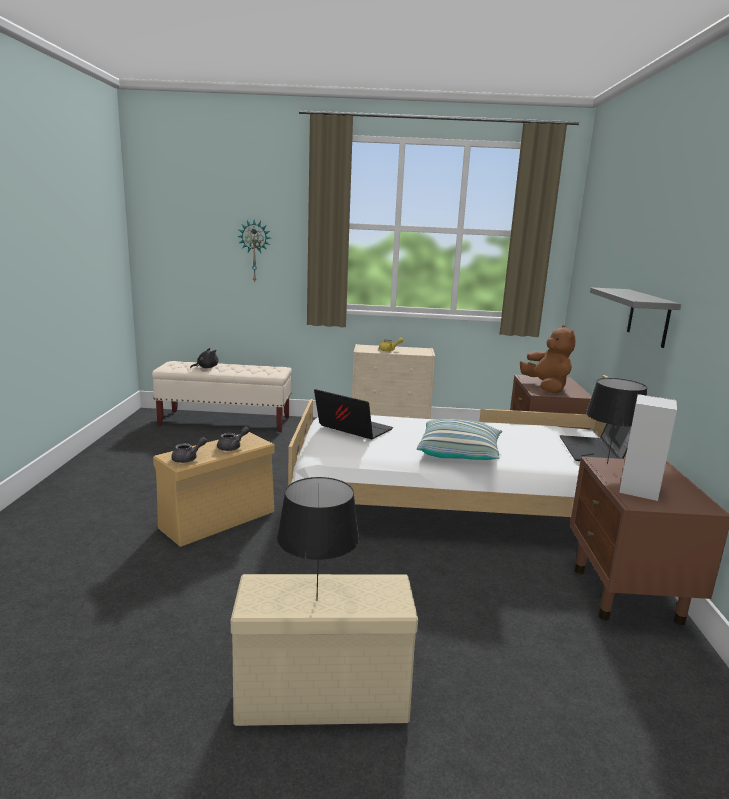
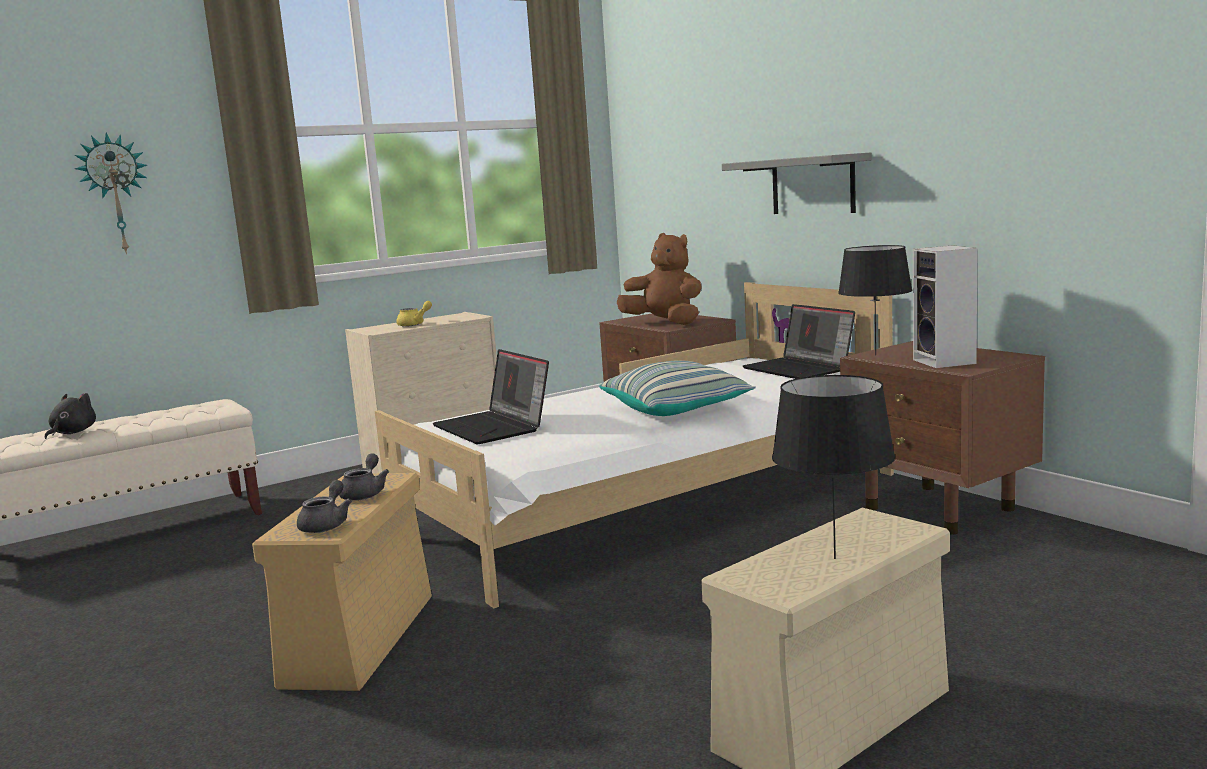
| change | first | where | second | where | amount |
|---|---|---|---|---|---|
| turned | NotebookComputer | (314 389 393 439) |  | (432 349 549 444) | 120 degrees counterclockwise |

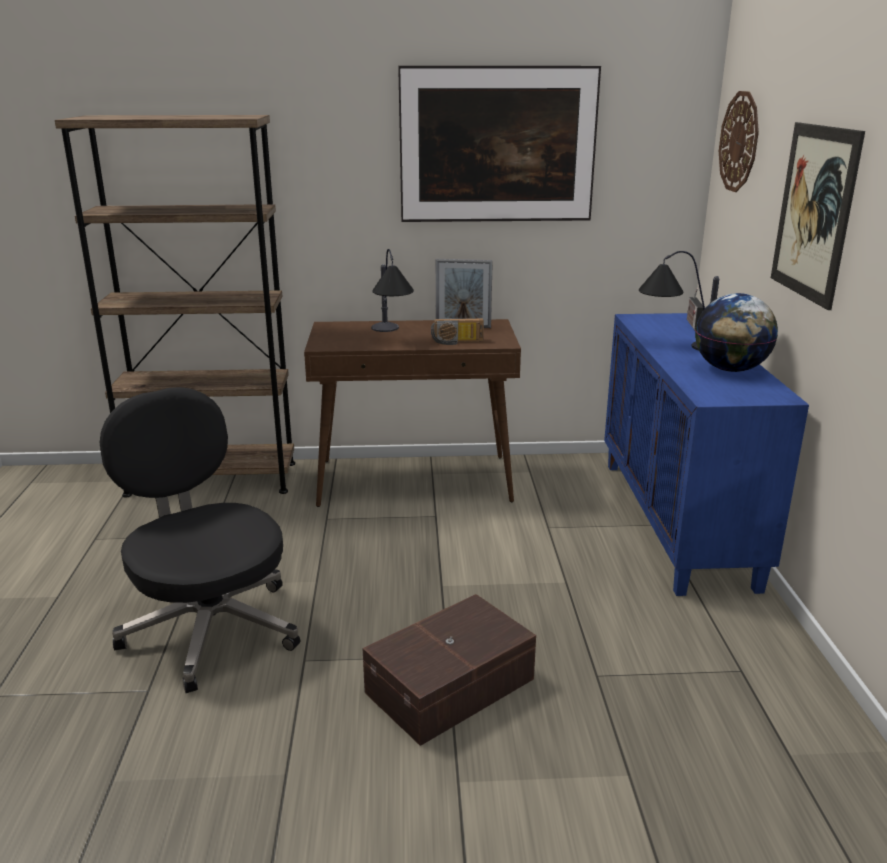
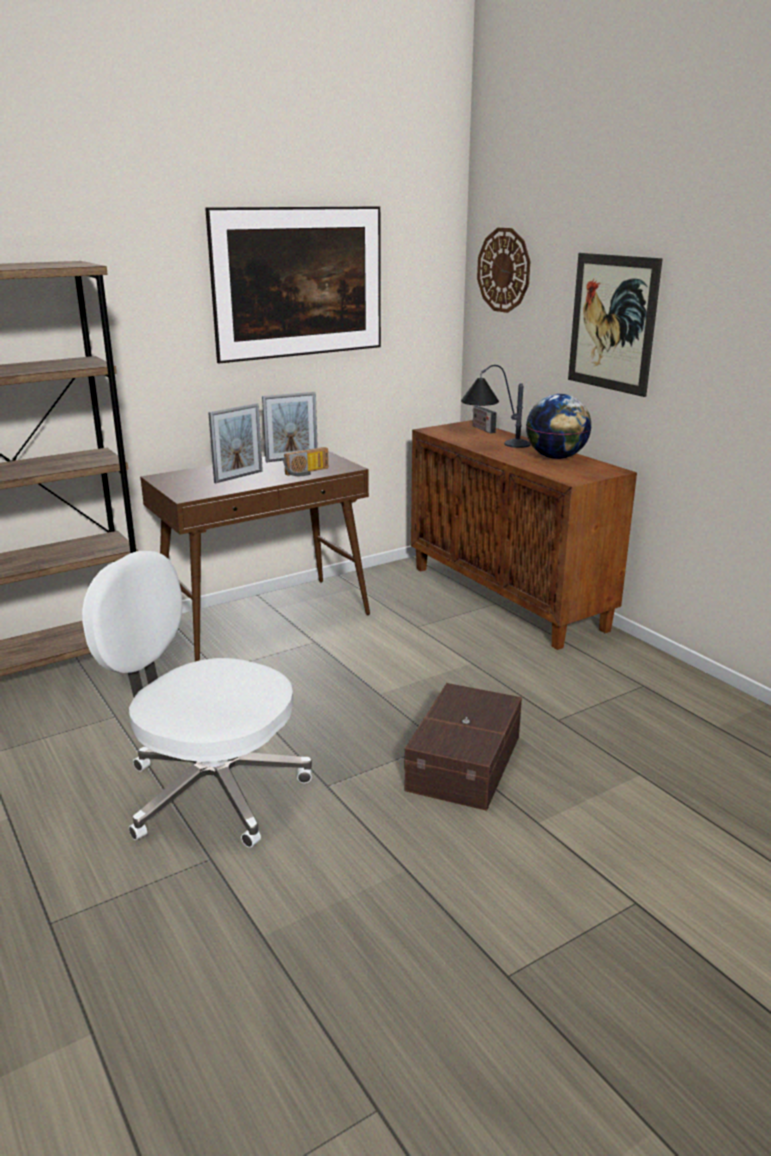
| change | first | where | second | where | amount |
|---|---|---|---|---|---|
| replaced | LampForATable | (371 249 414 332) | PhotoFrame | (208 403 263 483) |  |
| recoloured | BluishStorageCabinet | (604 313 809 596) | BrownStorageCabinet | (411 420 637 650) |  |
| recoloured | BlackComputerChair | (100 387 300 693) | WhiteComputerChair | (82 551 312 848) |  |

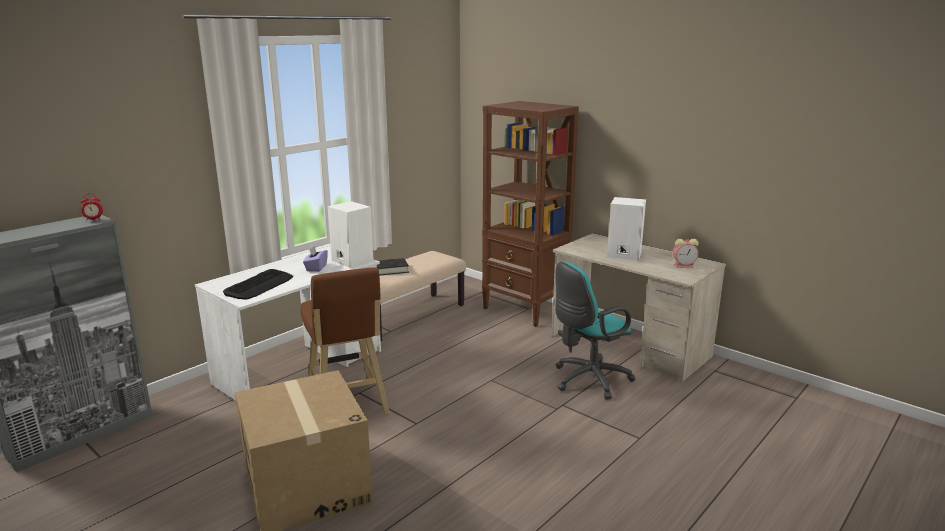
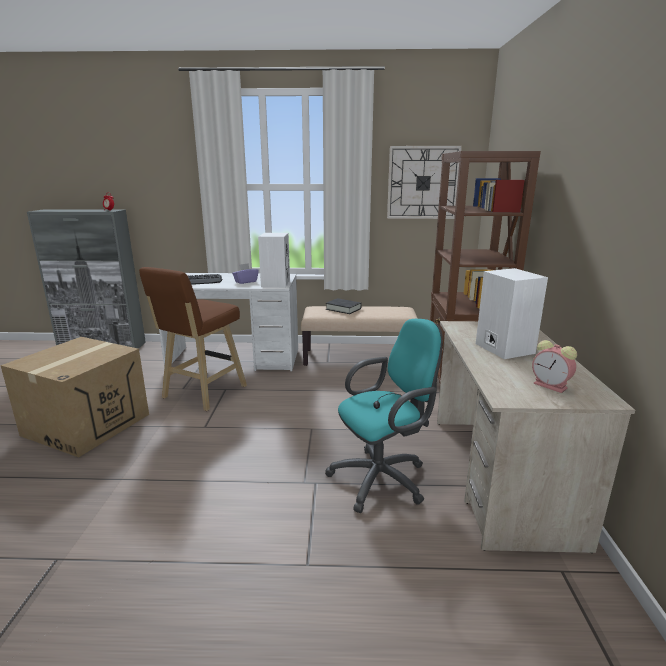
| change | first | where | second | where | amount |
|---|---|---|---|---|---|
| turned | TurquoiseComputerChair | (555 261 636 400) |  | (325 319 443 513) | 135 degrees clockwise |
| added |  |  | WallClock | (387 146 462 219) |  |

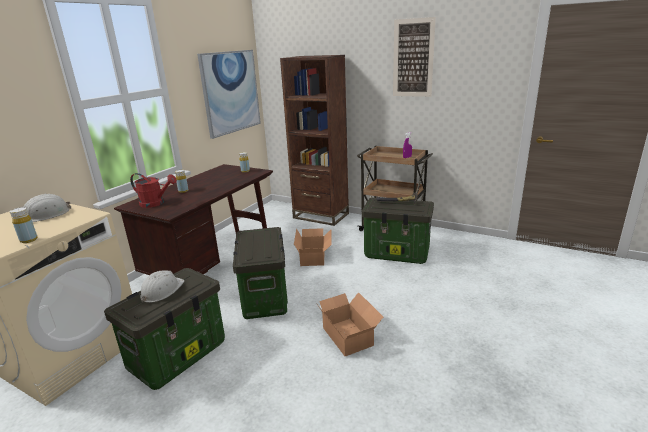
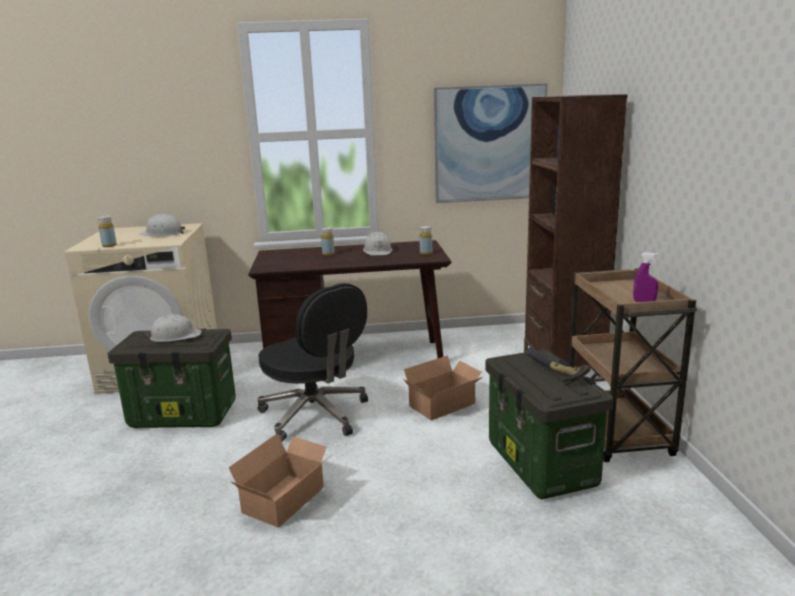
| change | first | where | second | where | amount |
|---|---|---|---|---|---|
| removed | WallArt | (393 17 436 97) |  |  |  |
| removed | RedColouredWateringPot | (130 173 177 208) |  |  |  |
| replaced | StorageBin | (233 227 288 319) | BlackComputerChair | (258 283 368 442) |  |
| added |  |  | WhiteWorkHelmet | (363 232 393 256) |  |

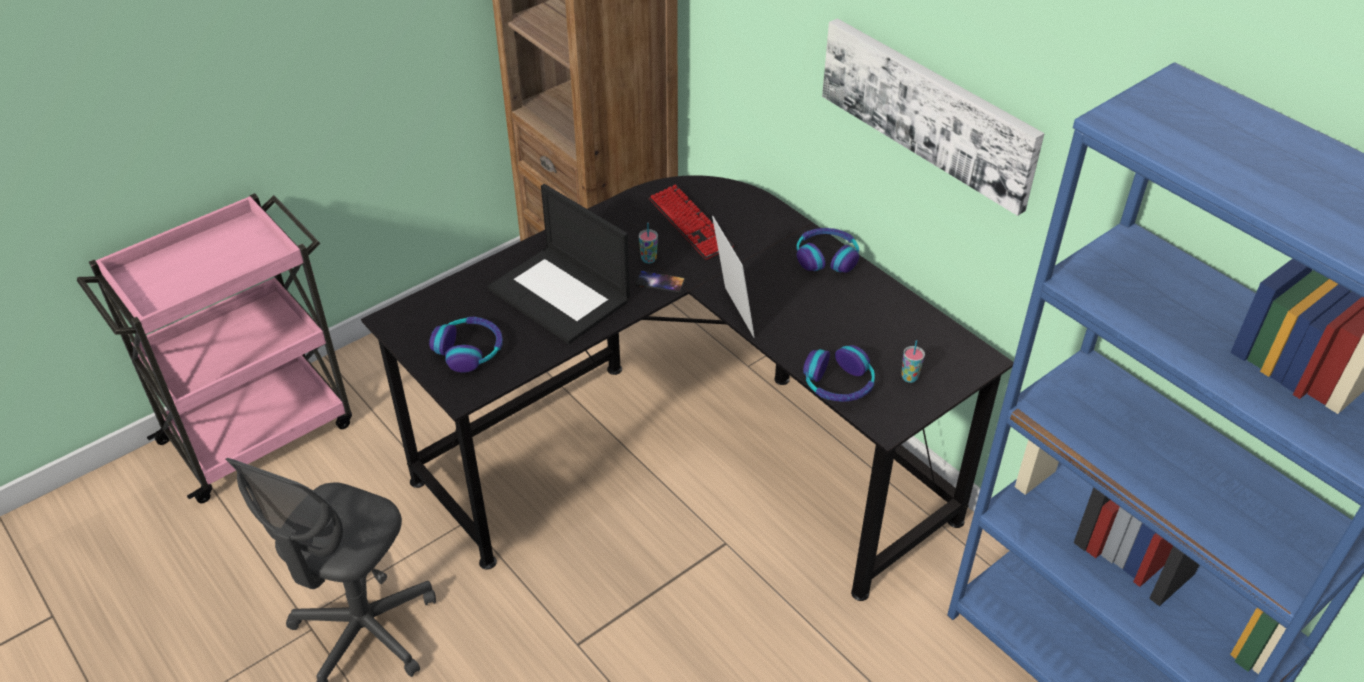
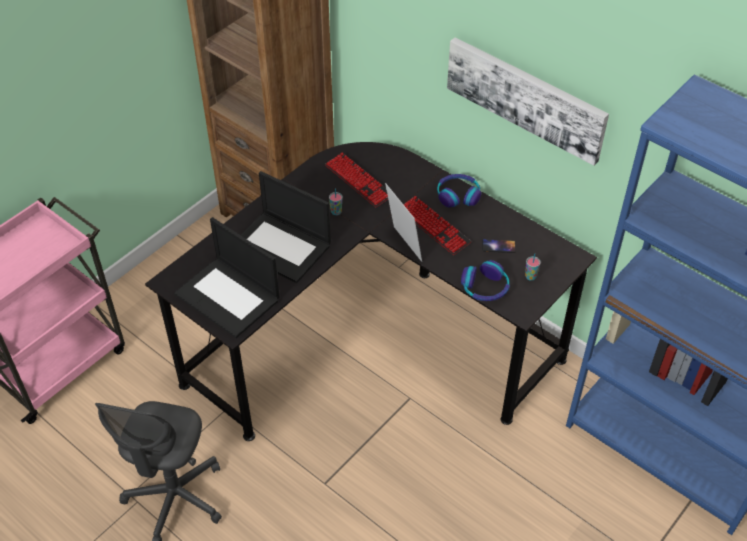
| change | first | where | second | where | amount |
|---|---|---|---|---|---|
| moved | Phone | (635 271 685 293) |  | (482 239 516 253) |  |
| replaced | PairOfHeadphones | (429 317 503 373) | NotebookComputer | (174 217 279 338) |  |
| added |  |  | PcKeyboard | (403 196 471 255) |  |

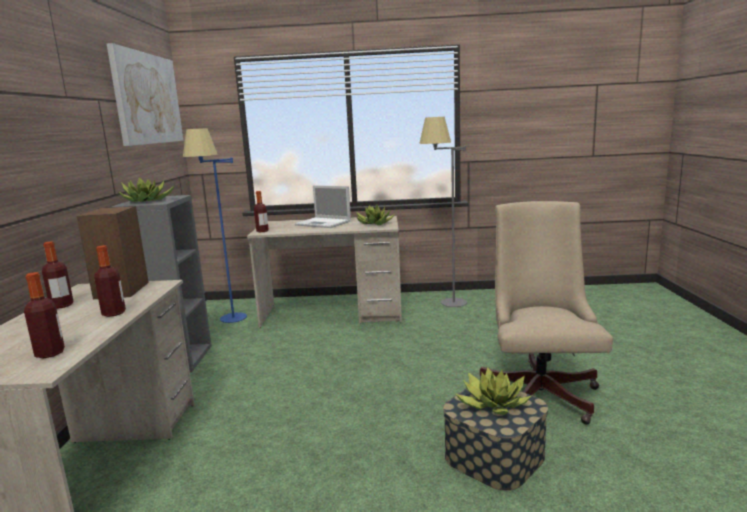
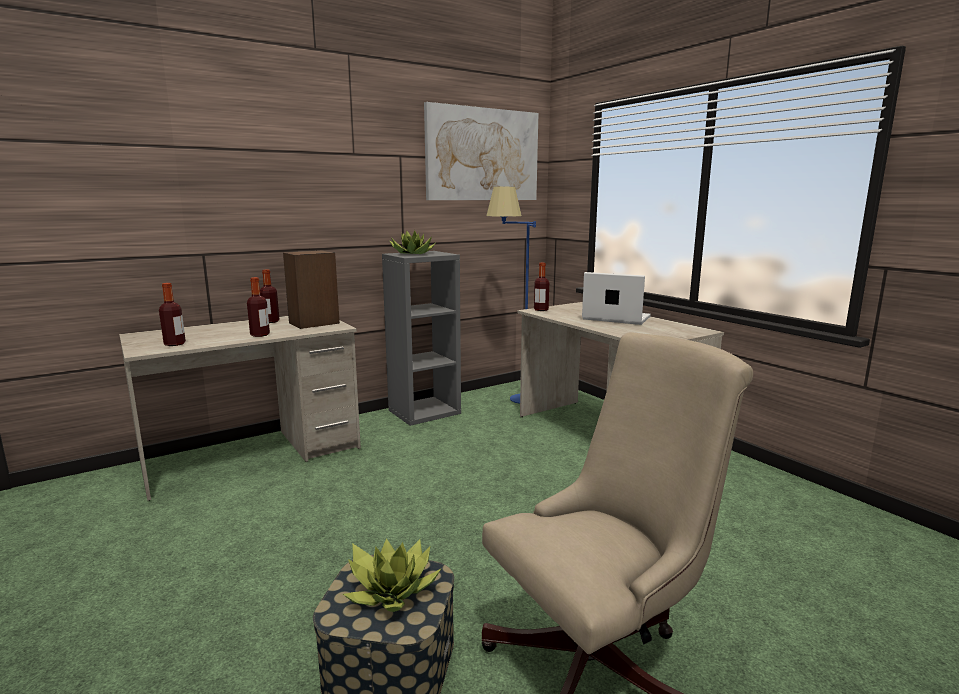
| change | first | where | second | where | amount |
|---|---|---|---|---|---|
| removed | GreyStandardLamp | (419 117 467 307) |  |  |  |
| turned | NotebookComputer | (295 185 351 228) |  | (582 272 651 325) | 120 degrees clockwise |
| removed | PlantInAPot | (356 205 395 225) |  |  |  |

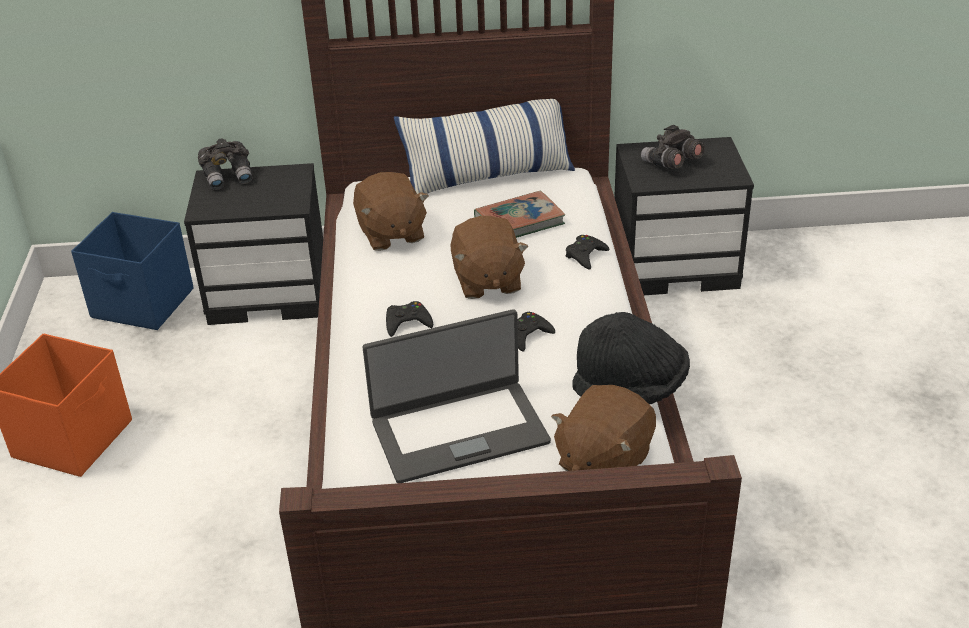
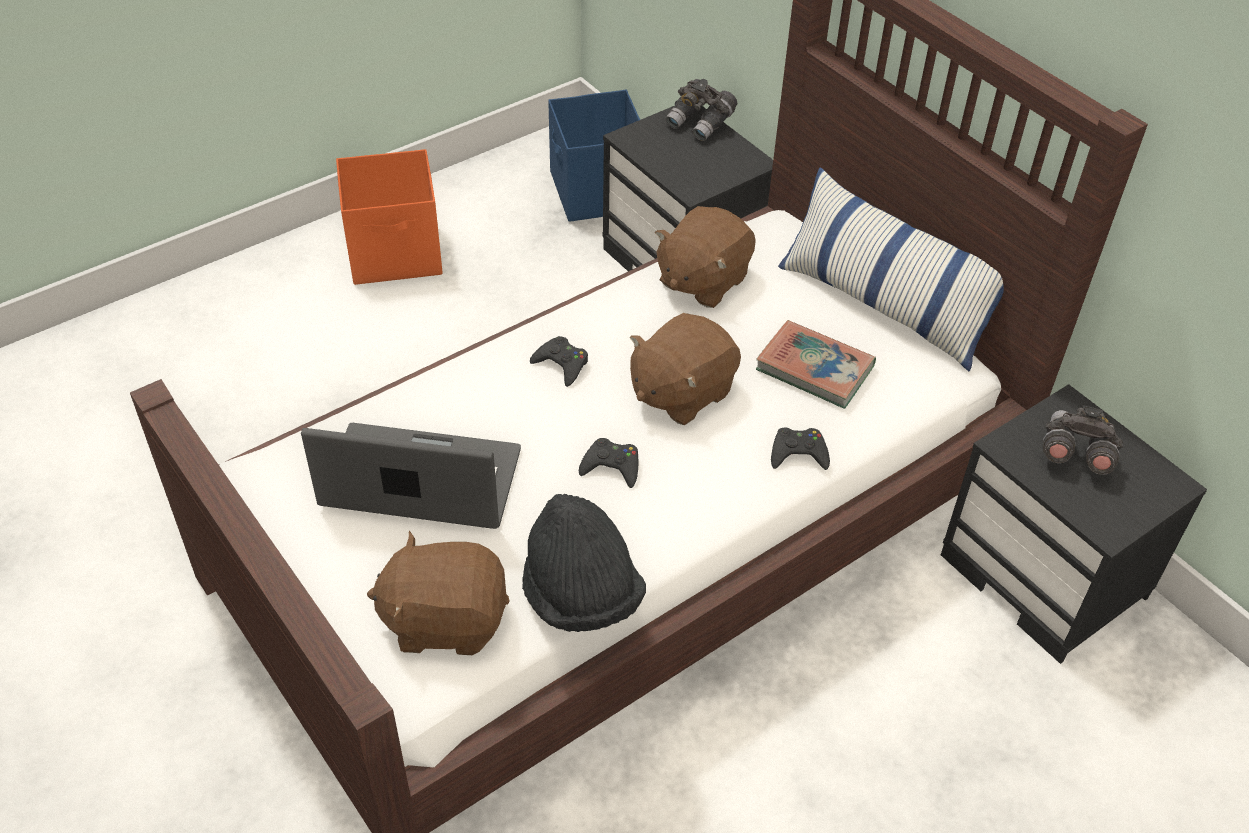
| change | first | where | second | where | amount |
|---|---|---|---|---|---|
| turned | NotebookComputer | (363 309 551 483) |  | (301 423 521 529) | 150 degrees clockwise |

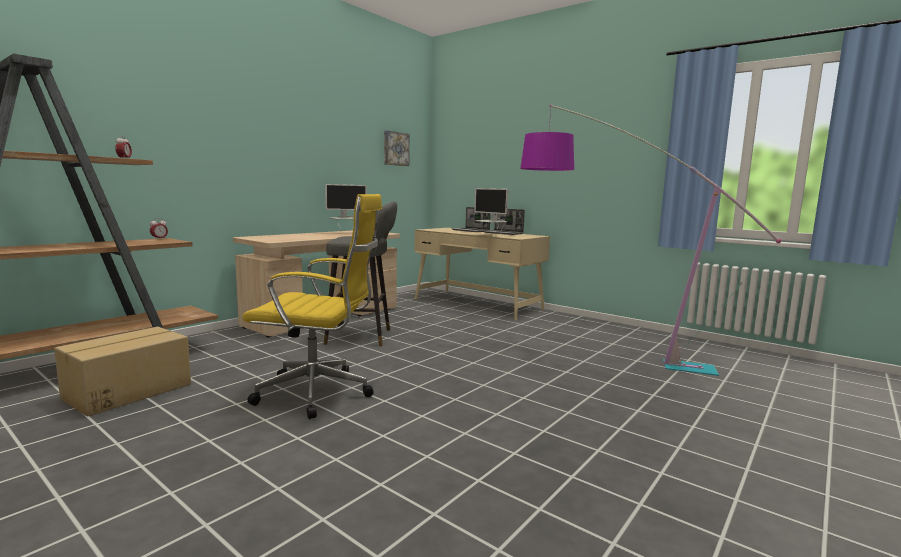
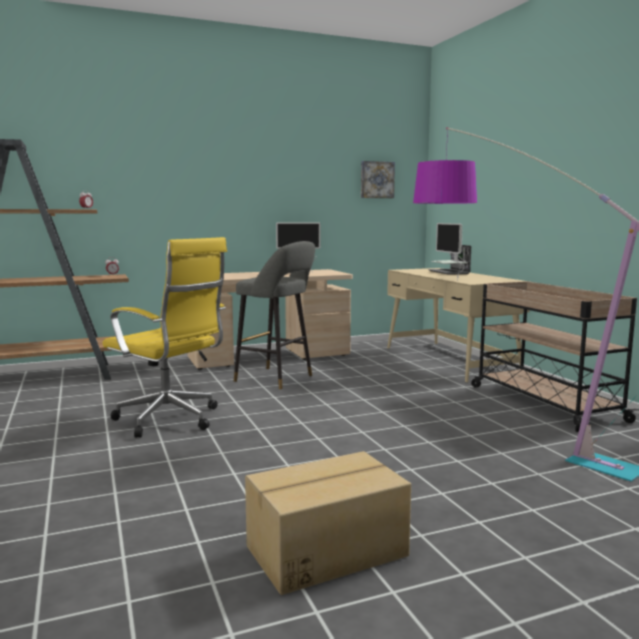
| change | first | where | second | where | amount |
|---|---|---|---|---|---|
| removed | NotebookComputer | (483 209 525 235) |  |  |  |
| moved | Carton | (54 327 191 417) |  | (245 451 411 595) |  |
| added |  |  | BeigeColouredTrolley | (471 281 639 432) |  |

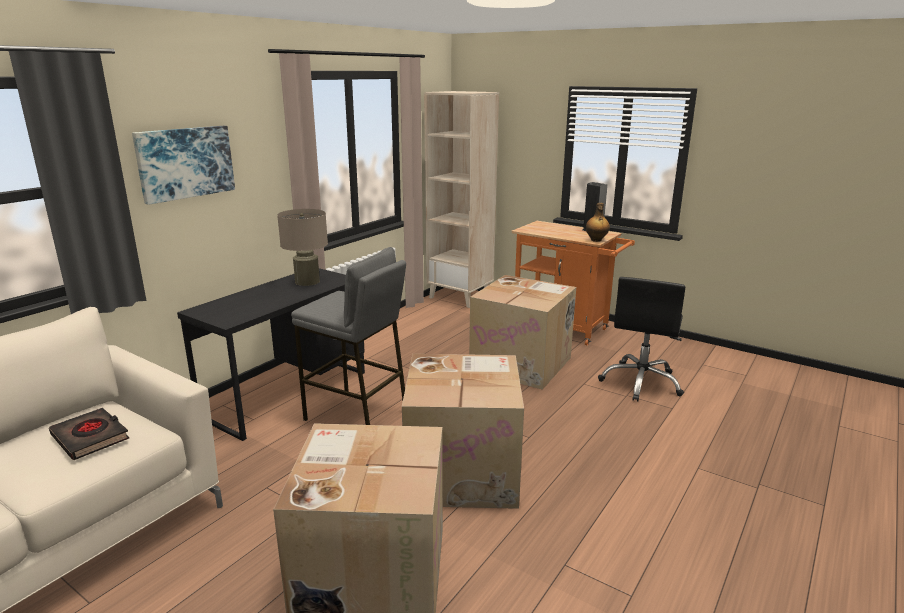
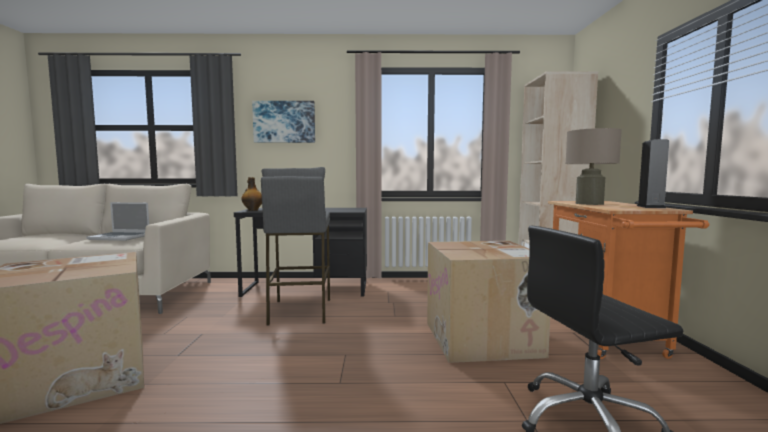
| change | first | where | second | where | amount |
|---|---|---|---|---|---|
| moved | Bottle | (586 203 610 242) |  | (241 177 262 211) |  |
| moved | BeigeColouredLampForATable | (277 209 328 286) |  | (565 128 622 205) |  |
| removed | Carton | (402 354 524 509) |  |  |  |
| replaced | BlackBoundBook | (49 408 129 460) | NotebookComputer | (86 202 149 241) |  |

